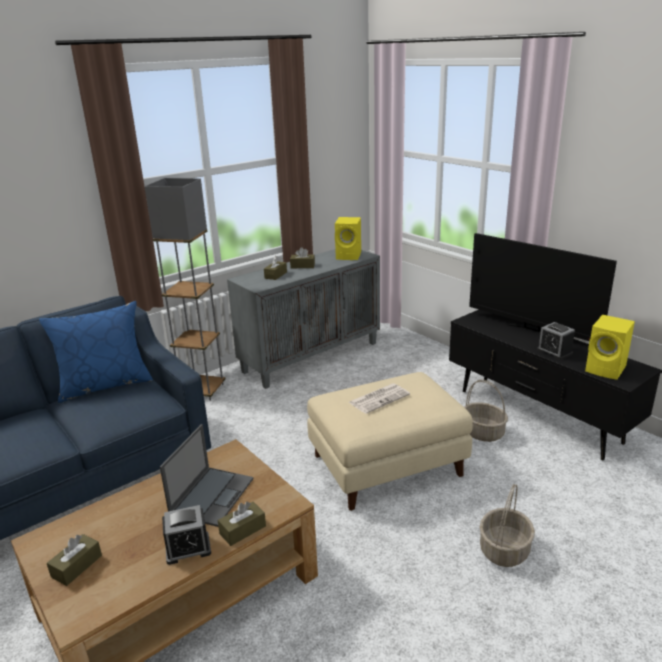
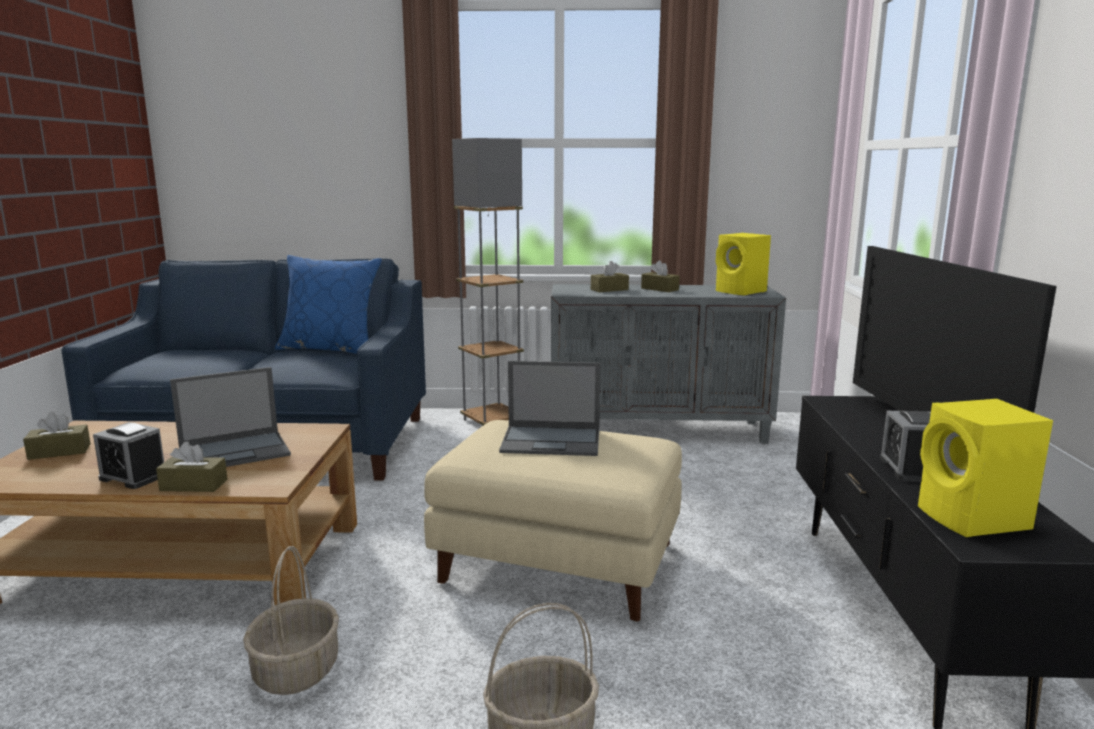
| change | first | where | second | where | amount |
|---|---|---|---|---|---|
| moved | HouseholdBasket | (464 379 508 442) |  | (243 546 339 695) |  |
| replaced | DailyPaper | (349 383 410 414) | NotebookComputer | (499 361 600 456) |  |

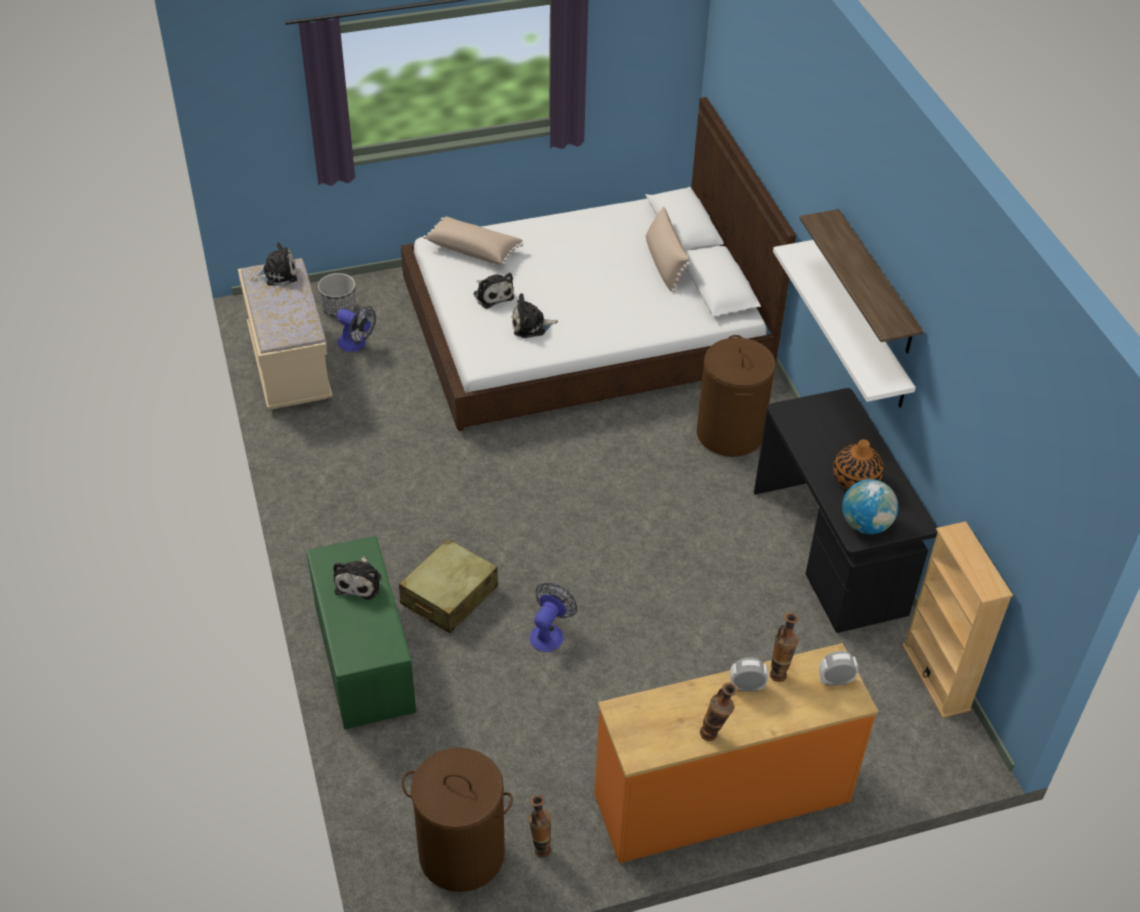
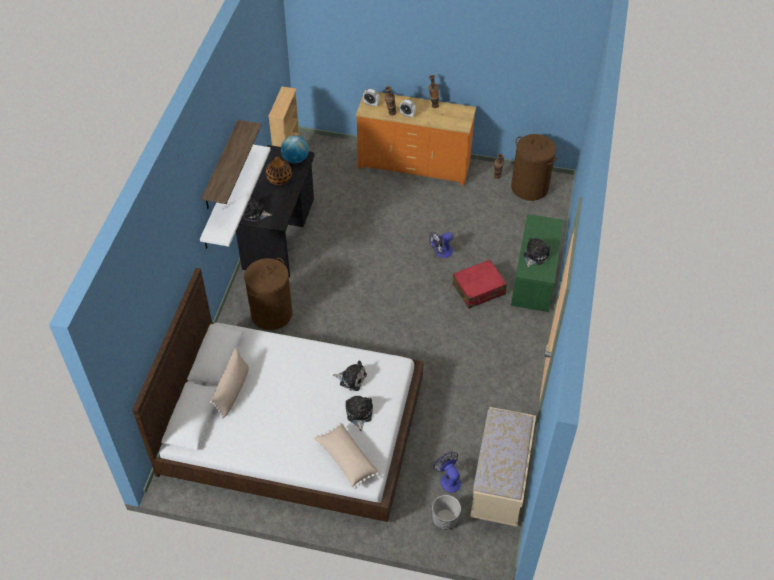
| change | first | where | second | where | amount |
|---|---|---|---|---|---|
| moved | PlushToy | (250 242 297 286) |  | (242 193 272 222) |  |
| recoloured | BeigeColouredSuitcase | (399 539 498 633) | RedColouredSuitcase | (452 259 507 309) |  |

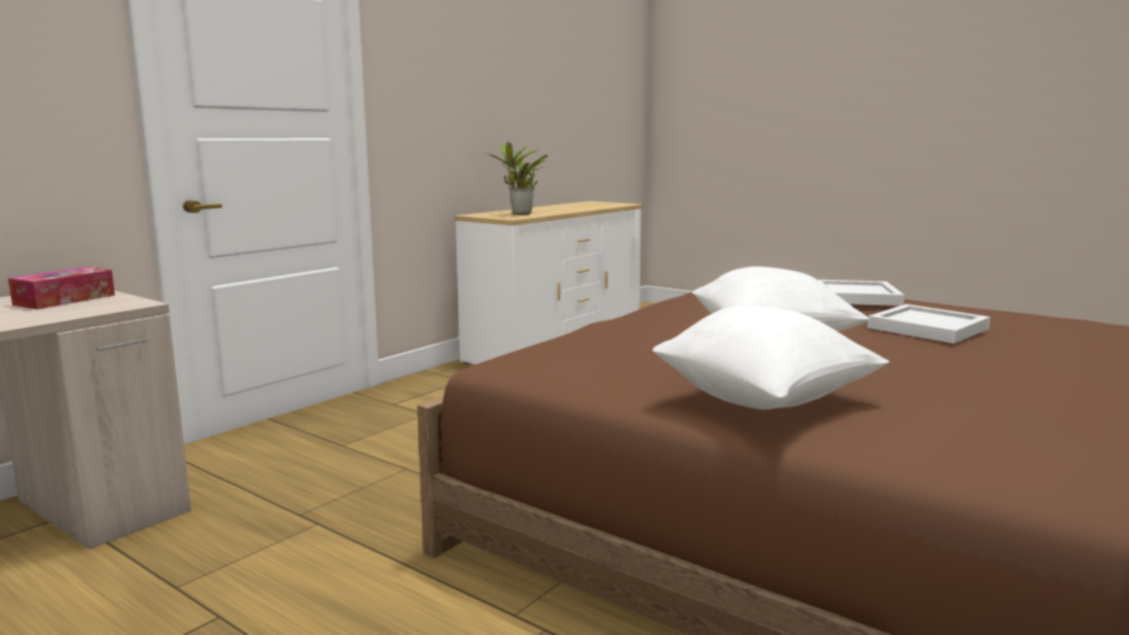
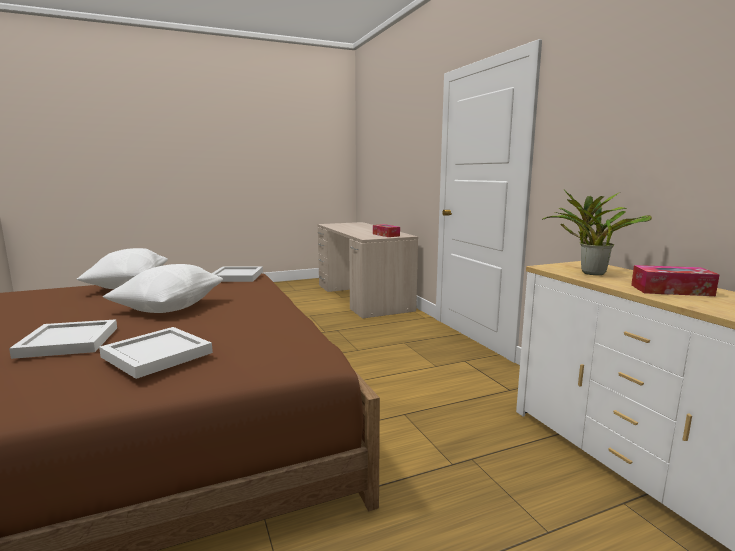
| change | first | where | second | where | amount |
|---|---|---|---|---|---|
| added |  |  | BoxOfTissues | (631 265 720 296) |  |
| added |  |  | WhiteTray | (212 267 263 282) |  |

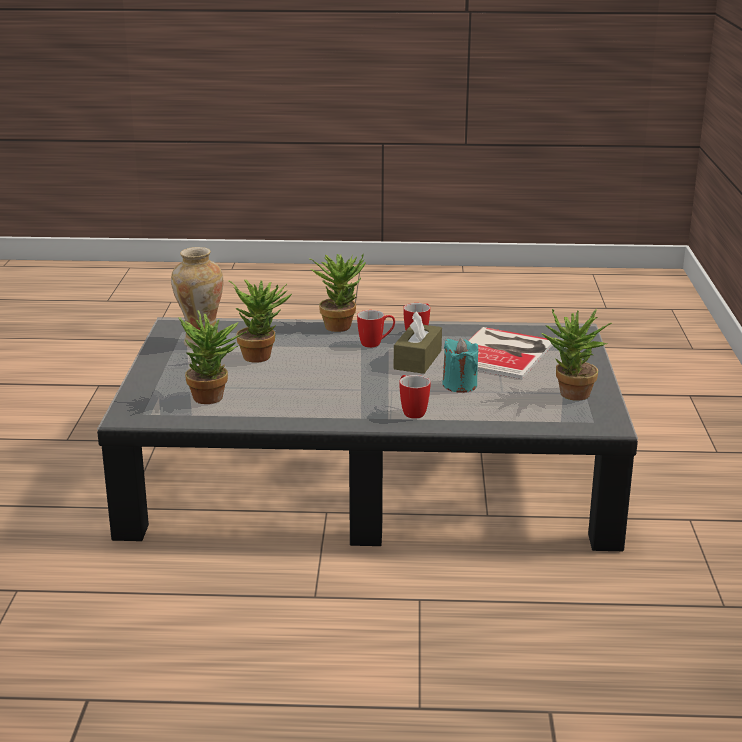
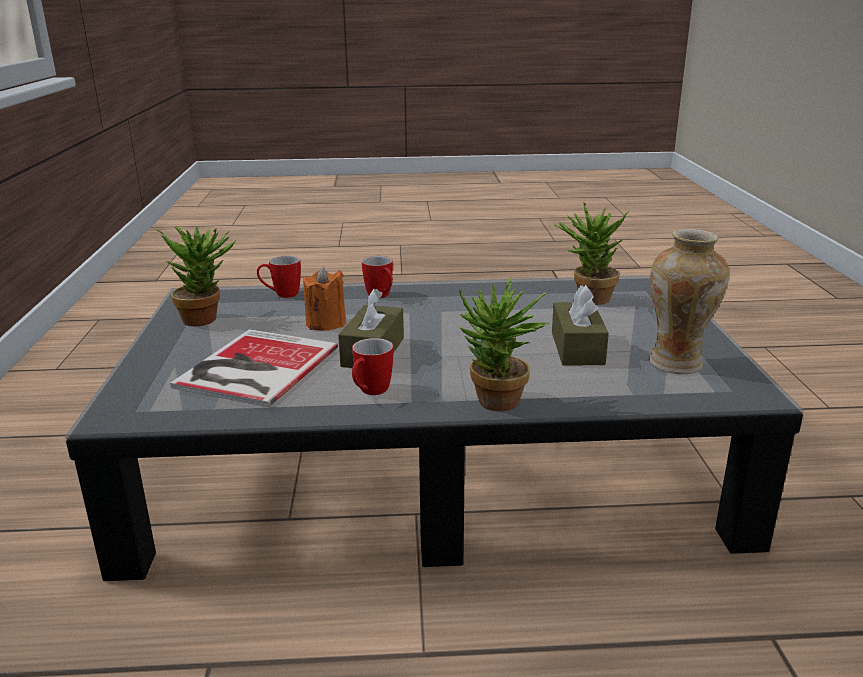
| change | first | where | second | where | amount |
|---|---|---|---|---|---|
| replaced | PlantInAPot | (229 279 292 363) | BrownBoxOfTissues | (552 285 609 365) |  |
| moved | TeaMug | (357 310 395 348) |  | (257 255 301 298) |  |
| recoloured | TurquoiseWaxCandle | (442 338 478 393) | OrangeyWaxCandle | (303 267 346 331) |  |

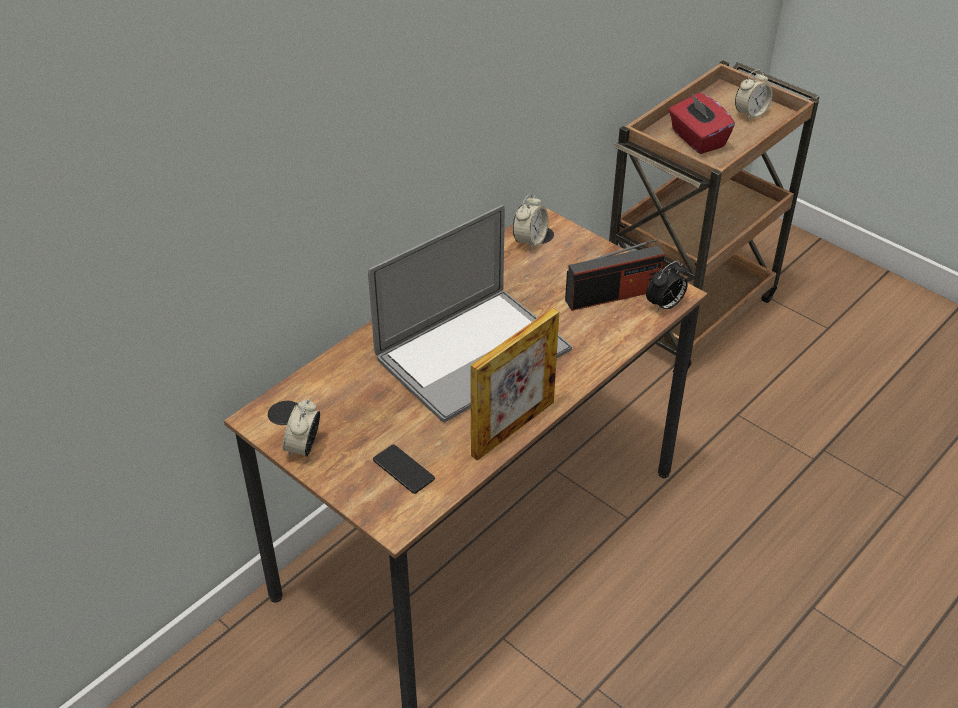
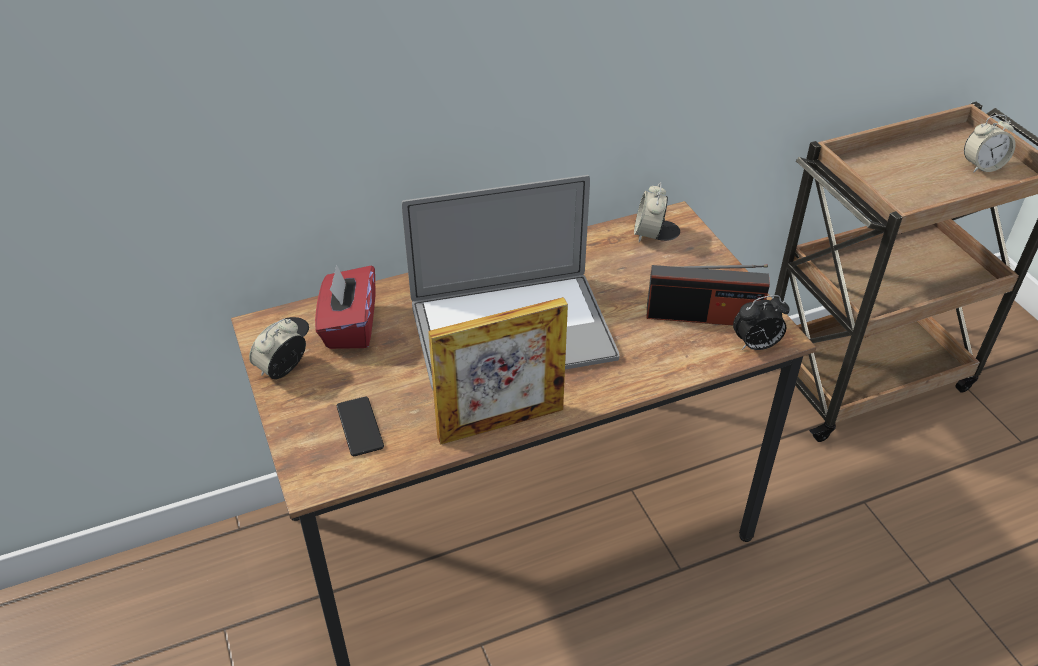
| change | first | where | second | where | amount |
|---|---|---|---|---|---|
| moved | RedColouredBoxOfTissues | (669 93 735 154) |  | (315 265 376 349) |  |
| turned | BedsideClock | (513 194 549 251) |  | (634 182 668 242) | 135 degrees clockwise |

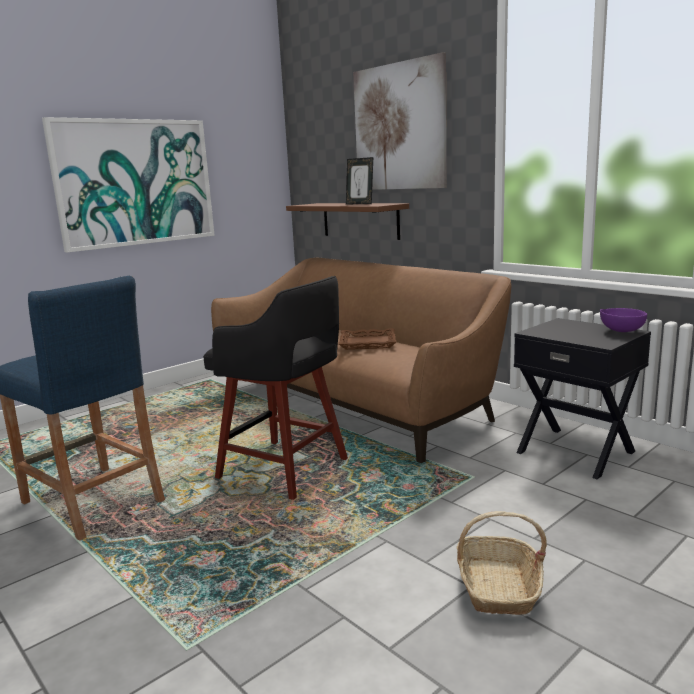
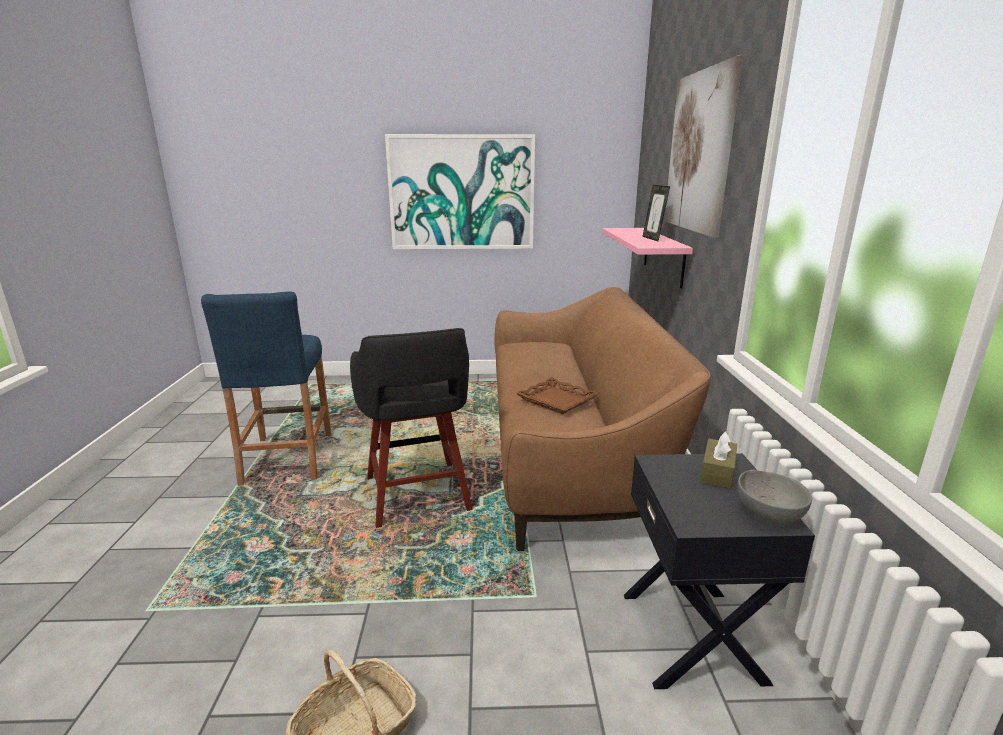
| change | first | where | second | where | amount |
|---|---|---|---|---|---|
| recoloured | BrownShelf | (286 203 409 240) | PinkishShelf | (602 228 693 289) |  |
| recoloured | PurpleColouredServingBowl | (600 308 647 332) | GreyServingBowl | (737 470 812 523) |  |
| added |  |  | BrownBoxOfTissues | (700 432 737 489) |  |

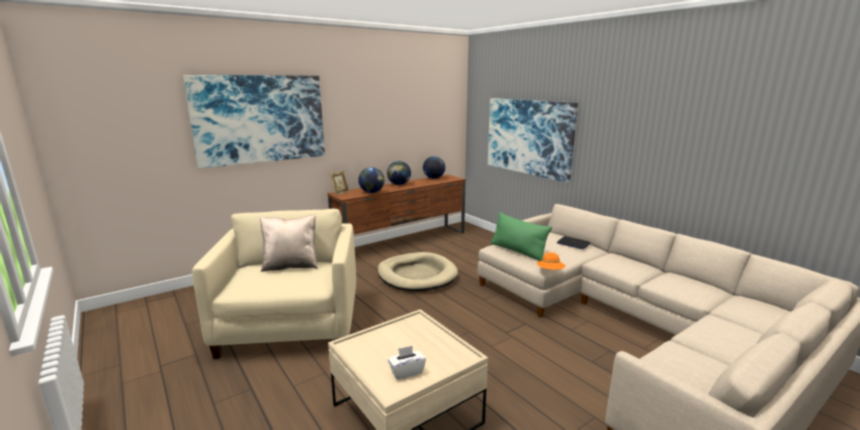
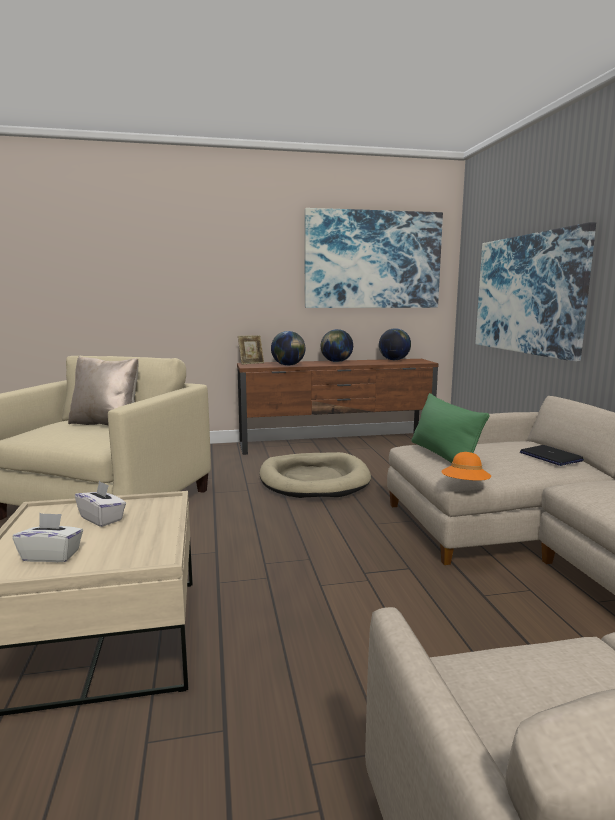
| change | first | where | second | where | amount |
|---|---|---|---|---|---|
| moved | WallArt | (183 75 325 169) |  | (305 208 443 308) |  |
| added |  |  | WhiteBoxOfTissues | (75 481 126 527) |  |

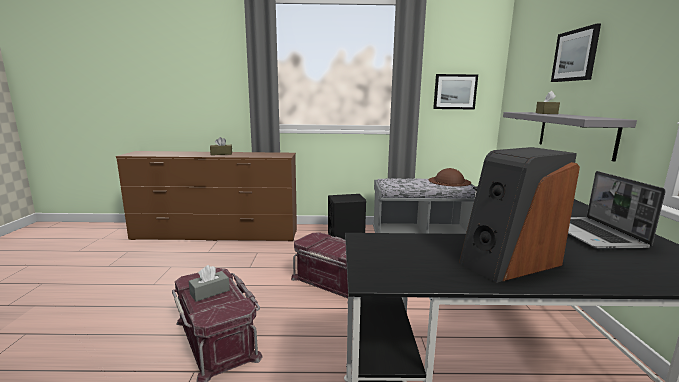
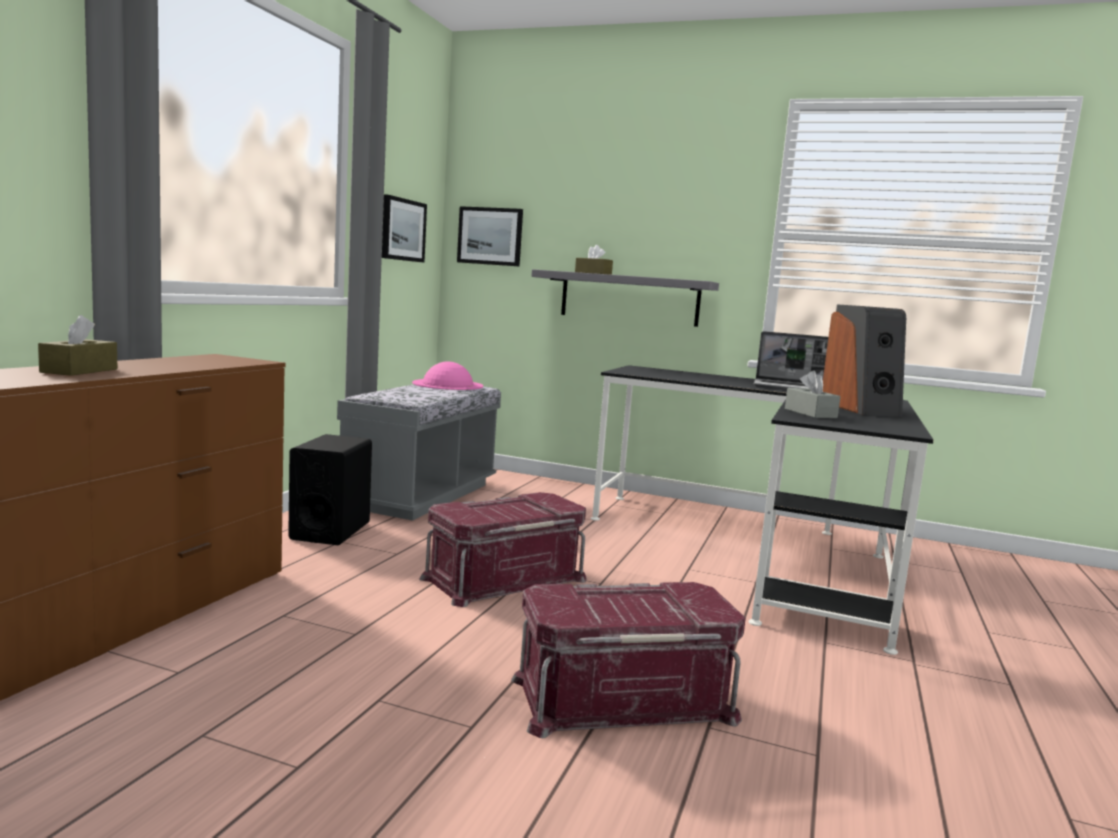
| change | first | where | second | where | amount |
|---|---|---|---|---|---|
| moved | WallArt | (551 24 601 82) |  | (457 206 523 267) |  |
| recoloured | BrownWearableHat | (428 168 471 187) | PinkishWearableHat | (412 362 483 390) |  |
| moved | GreyBoxOfTissues | (189 265 230 302) |  | (785 370 841 418) |  |

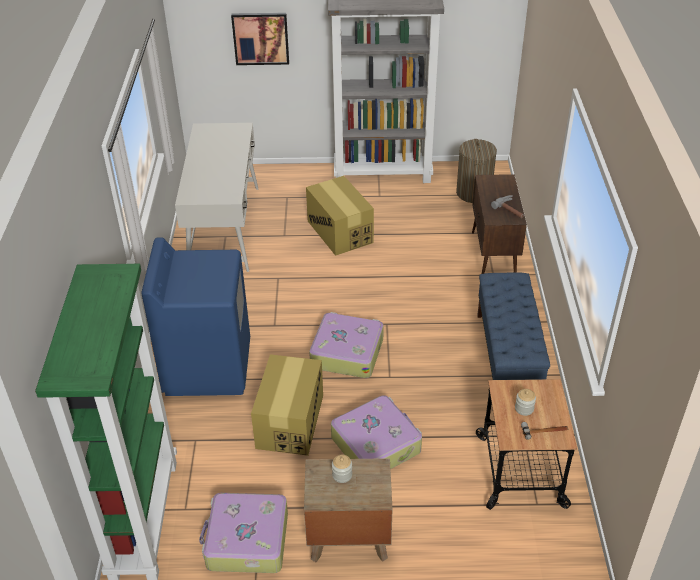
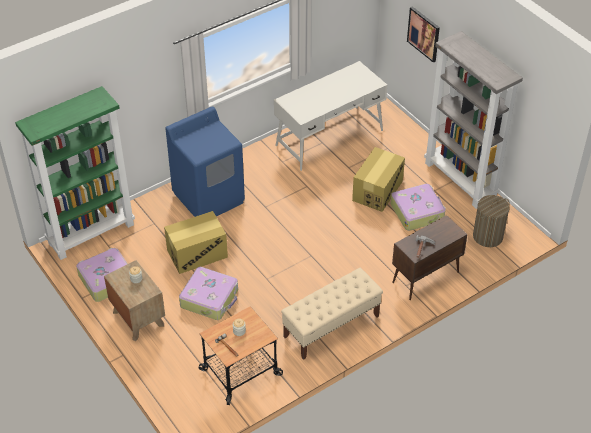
| change | first | where | second | where | amount |
|---|---|---|---|---|---|
| recoloured | BluishIndoorBench | (477 272 550 380) | BeigeColouredIndoorBench | (281 268 383 360) |  |
| moved | Suitcase | (309 312 384 378) |  | (391 184 446 231) |  |

